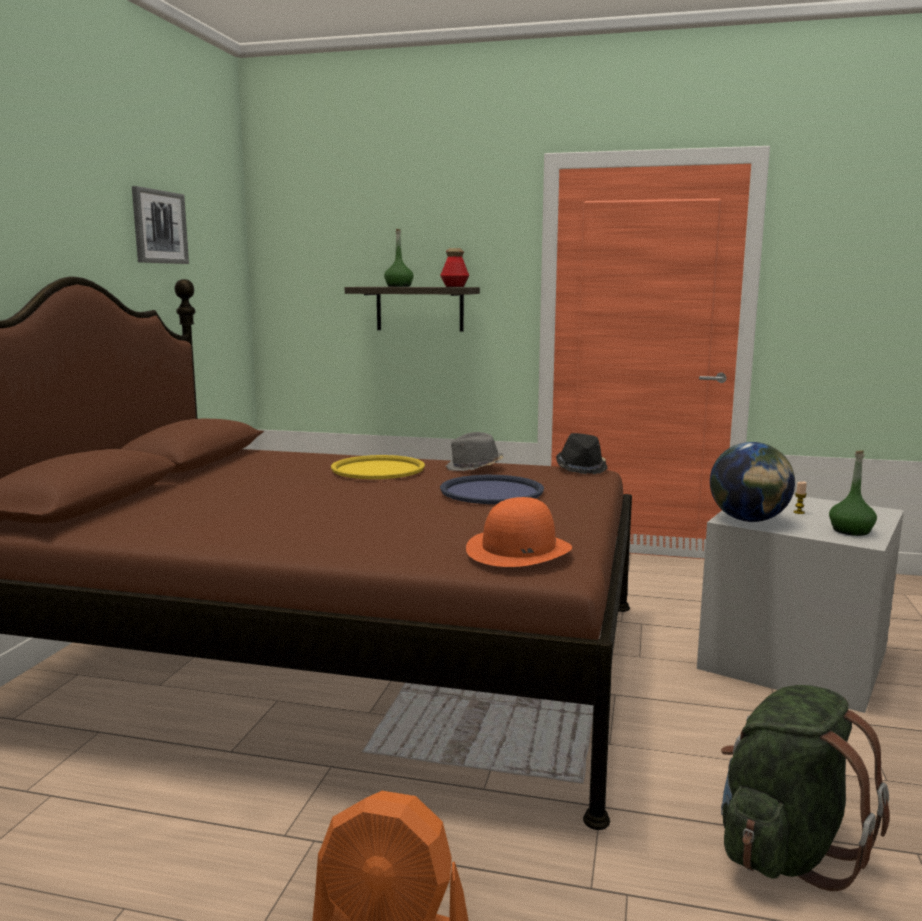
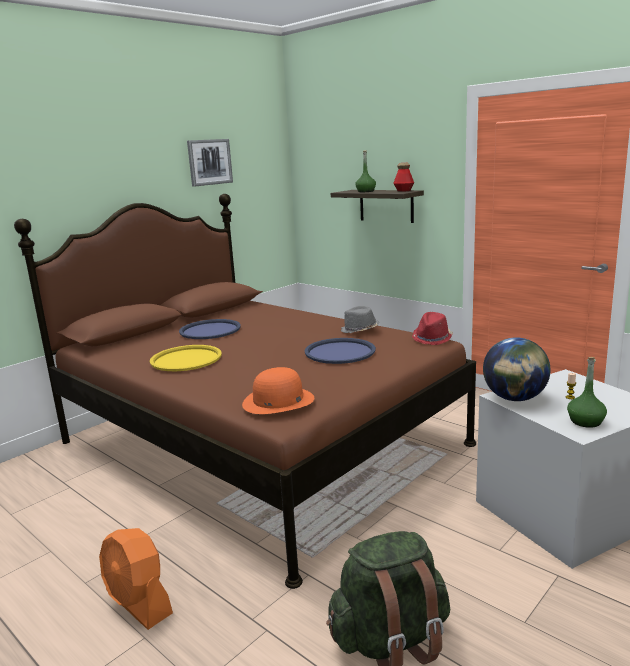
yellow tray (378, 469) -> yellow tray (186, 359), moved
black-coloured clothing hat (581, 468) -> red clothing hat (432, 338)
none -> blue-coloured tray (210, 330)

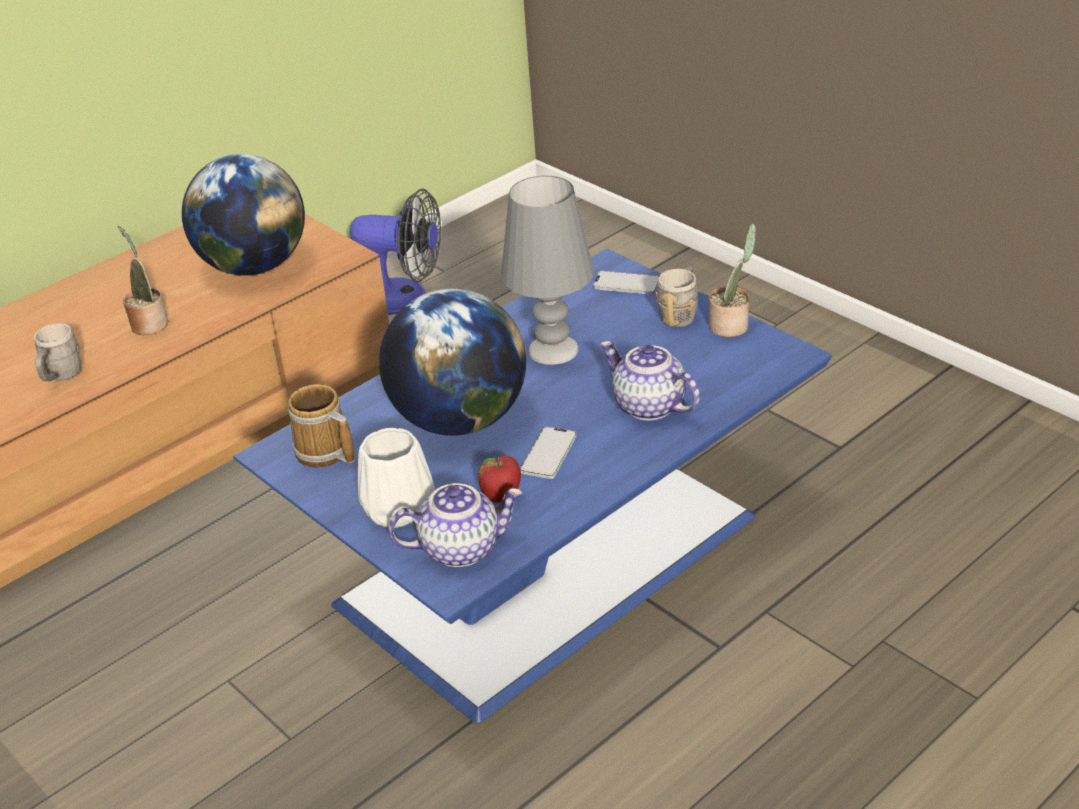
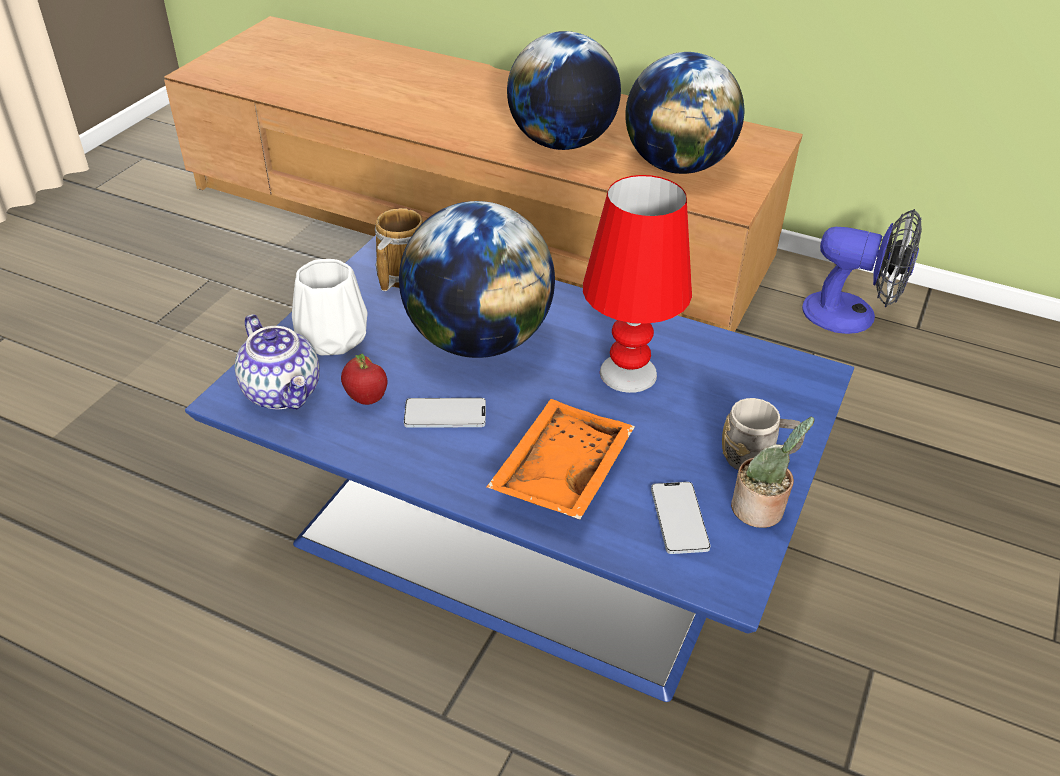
grey tea mug (61, 376) -> none
plant in a pot (149, 323) -> desk globe (562, 143)
fan (404, 297) -> fan (852, 316), 60 degrees counterclockwise
grey lamp for a table (553, 349) -> red lamp for a table (628, 373)
telephone (626, 284) -> telephone (679, 518), moved
pot for tea (648, 406) -> orange tray (560, 471)

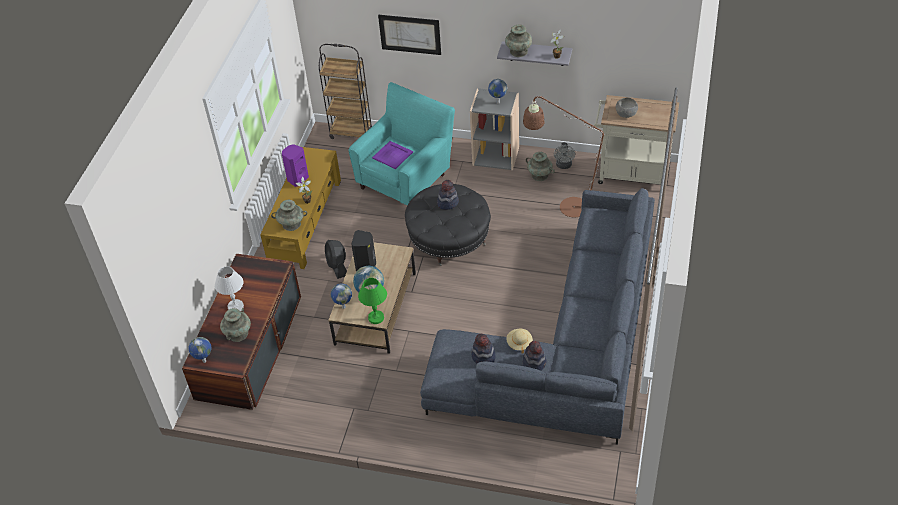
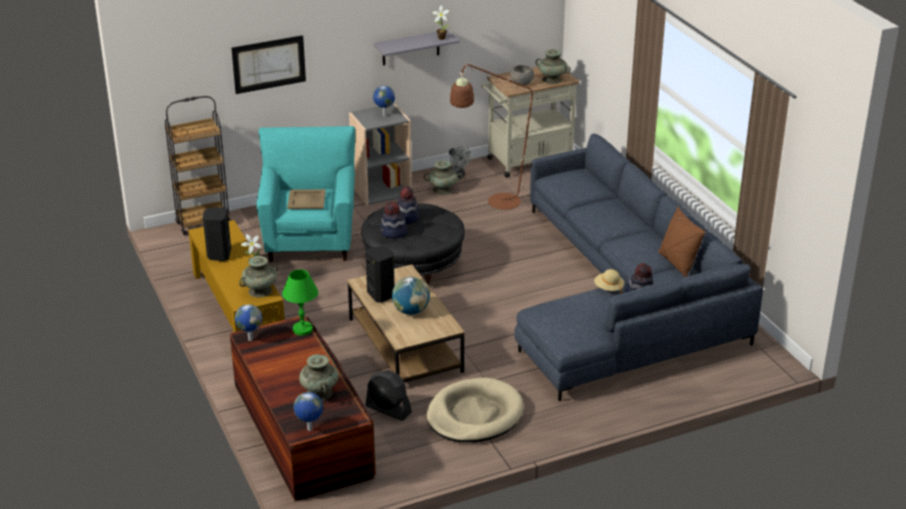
white-coloured lamp for a table (235, 307) -> none
purplish speaker (297, 179) -> black-coloured speaker (219, 255)
black-coloured fan (337, 266) -> black-coloured fan (388, 409), moved
desk globe (343, 307) -> desk globe (250, 339), moved
green-coloured lamp for a table (376, 317) -> green-coloured lamp for a table (302, 329), moved
purplish tray (393, 155) -> beige-coloured tray (307, 199)
clothing hat (483, 357) -> clothing hat (393, 233), moved
blue-green decorative vase (519, 51) -> blue-green decorative vase (552, 80), moved
none -> beige-coloured dog bed (474, 415)
none -> brown throw pillow (677, 263)

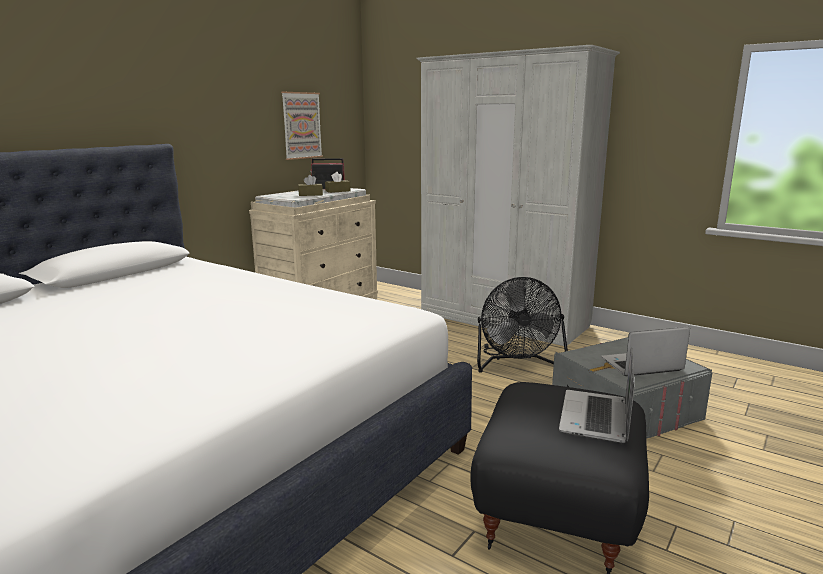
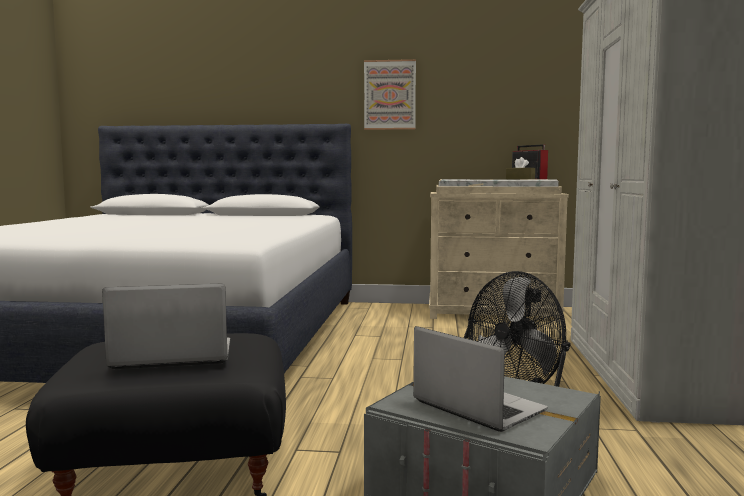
wall picture (301, 125) -> wall picture (389, 95), moved
brown box of tissues (310, 194) -> none

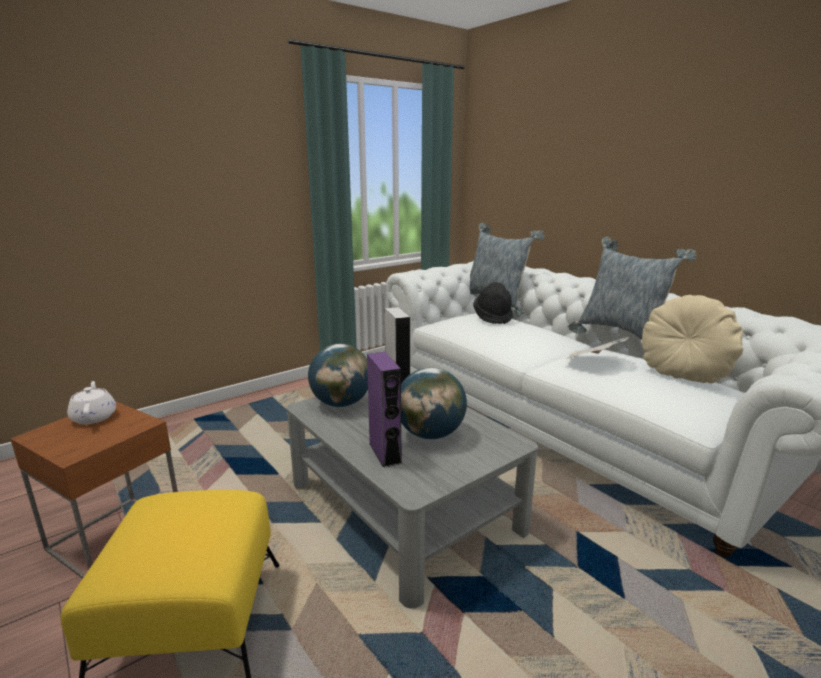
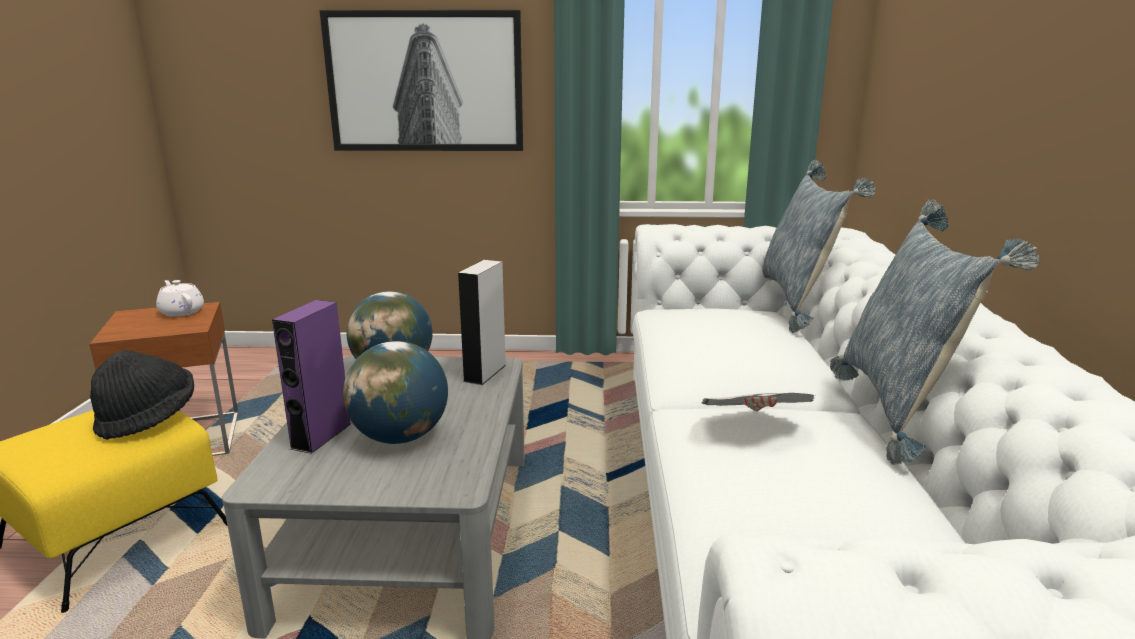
white-coloured pot for tea (94, 417) -> white-coloured pot for tea (181, 312), 60 degrees counterclockwise
black-coloured clothing hat (493, 317) -> black-coloured clothing hat (148, 418), moved
beige-coloured throw pillow (683, 376) -> none
none -> wall picture (425, 82)

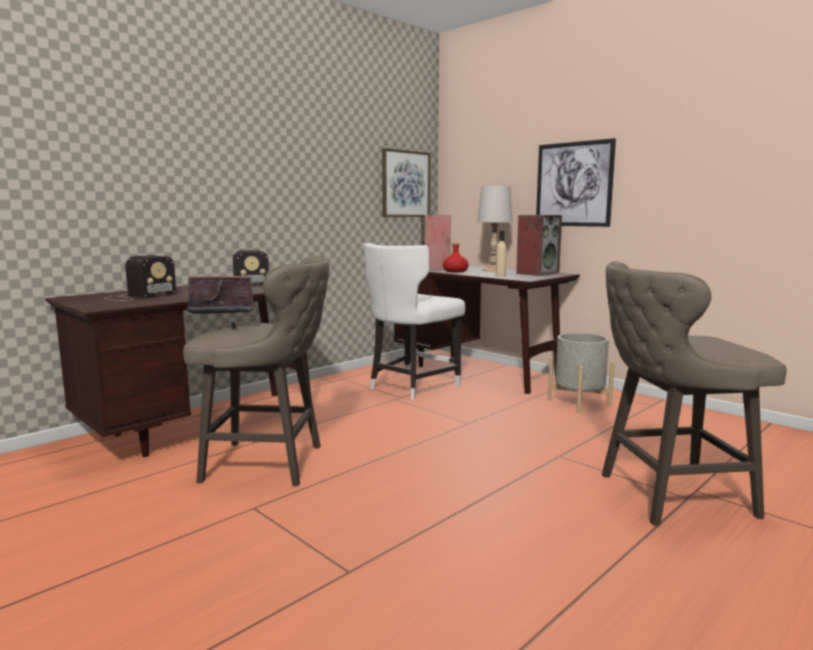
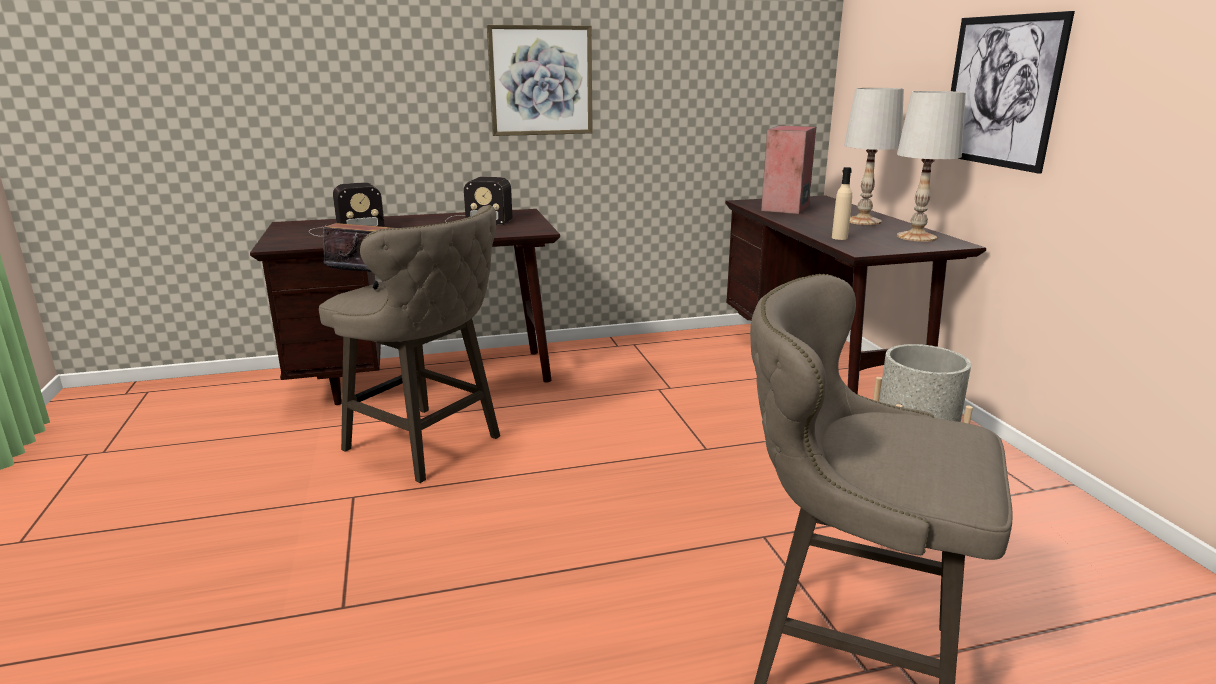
white-coloured upright chair (411, 387) -> none
wall picture (405, 184) -> wall picture (541, 81), moved
red beverage bottle (455, 271) -> none
speaker (537, 273) -> white-coloured lamp for a table (916, 237)

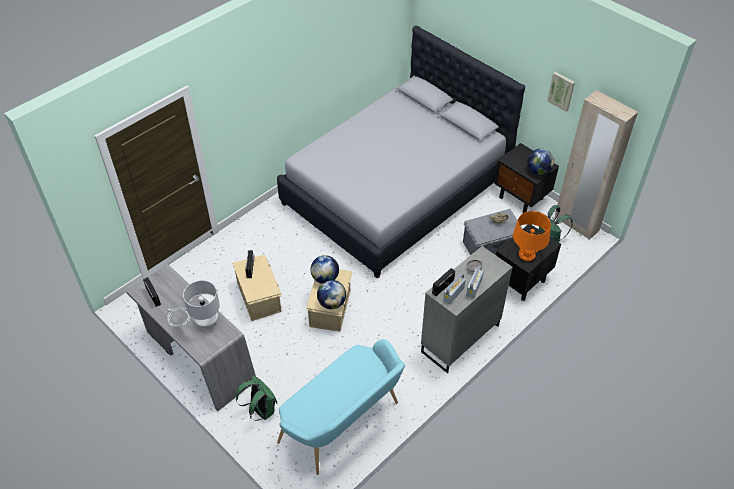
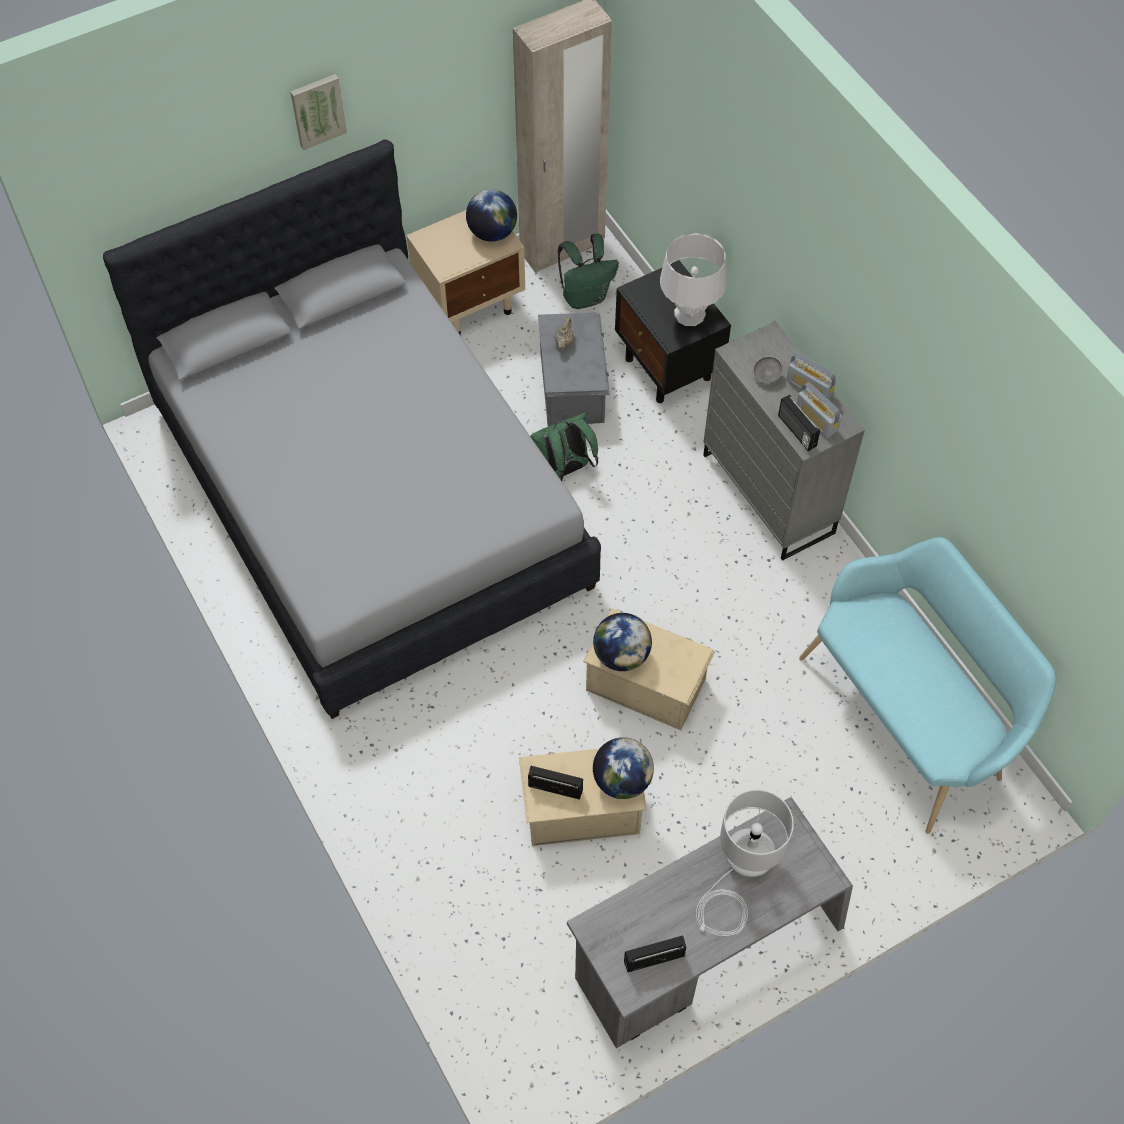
green-coloured knapsack (260, 410) -> green-coloured knapsack (564, 469), moved
desk globe (332, 303) -> desk globe (622, 780), moved
black-coloured bedside table (521, 198) -> beige-coloured bedside table (470, 304)
orange lamp for a table (526, 254) -> white-coloured lamp for a table (689, 314)
wall picture (561, 91) -> wall picture (317, 110), moved

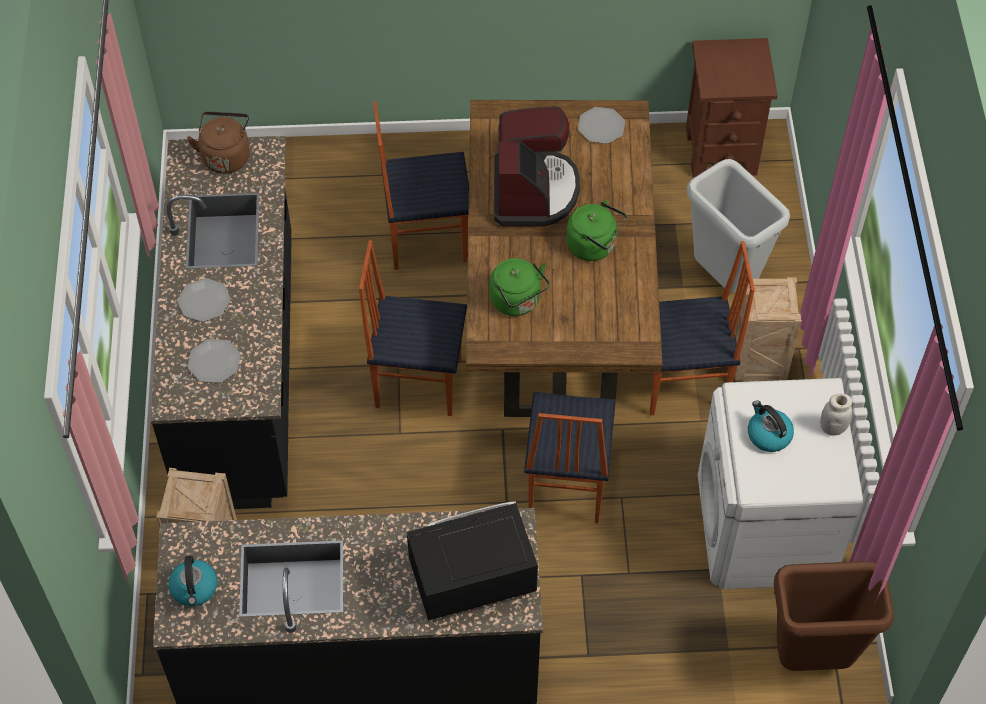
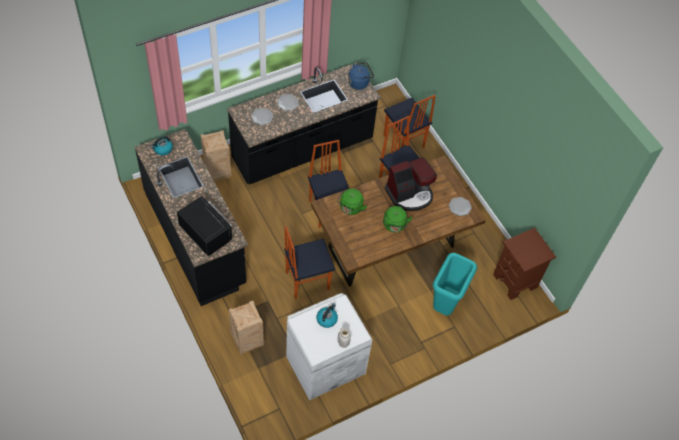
brown kettle (226, 155) -> blue-coloured kettle (359, 82)
upright chair (684, 385) -> upright chair (403, 142), moved
grey rubbish bin (723, 278) -> blue-green rubbish bin (444, 305)
shipping crate (756, 363) -> shipping crate (247, 340), moved
brown rubbish bin (812, 657) -> none

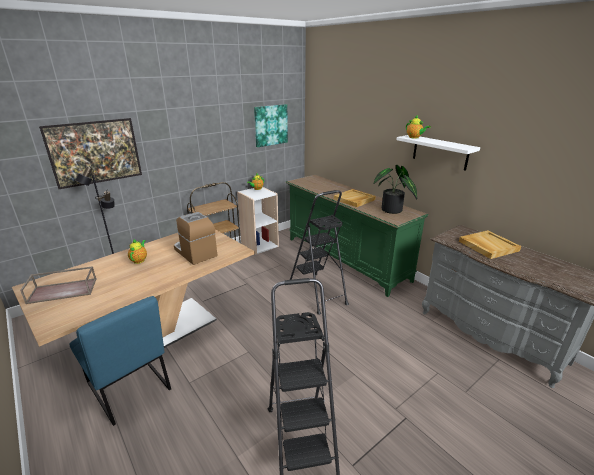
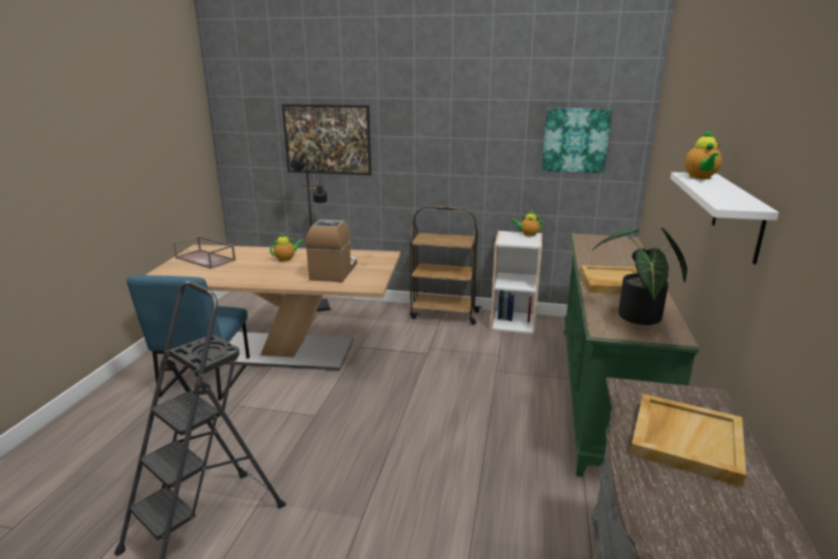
stepladder (317, 292) -> none

